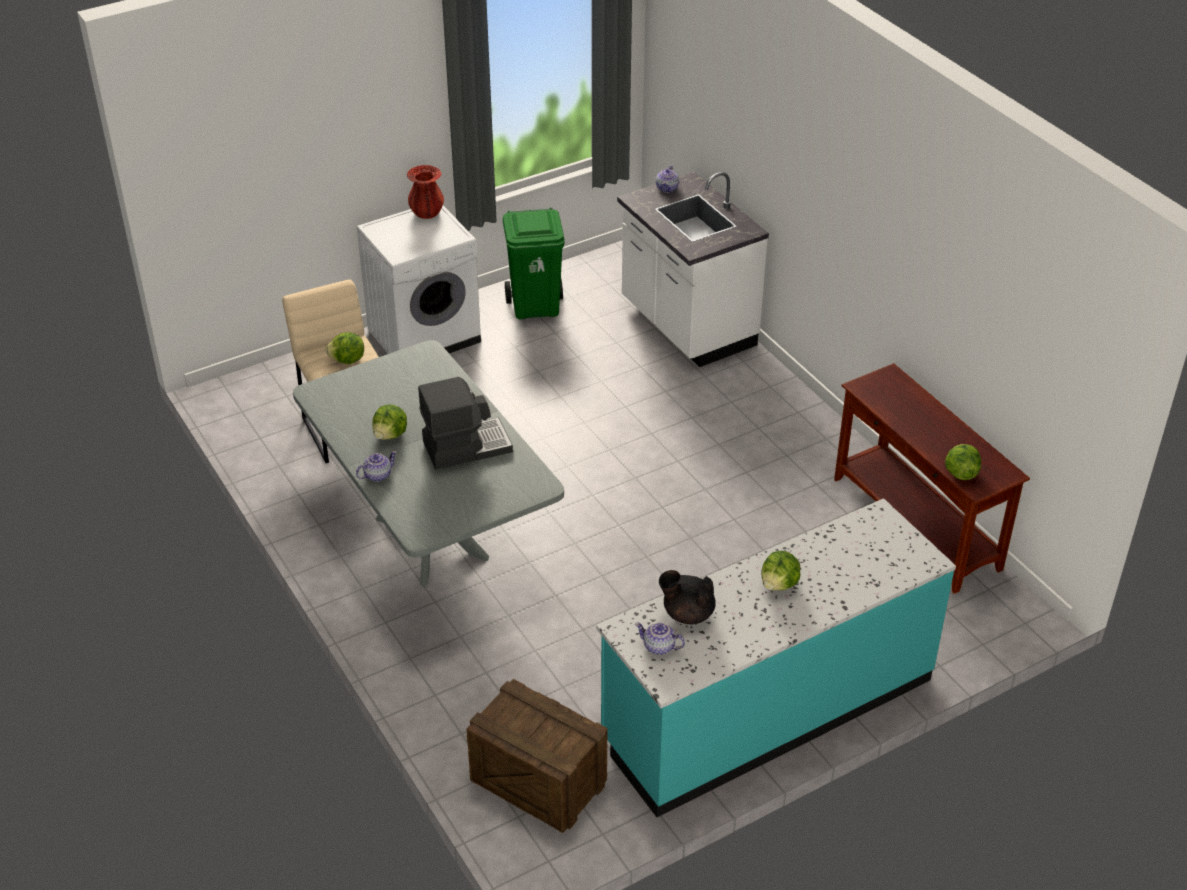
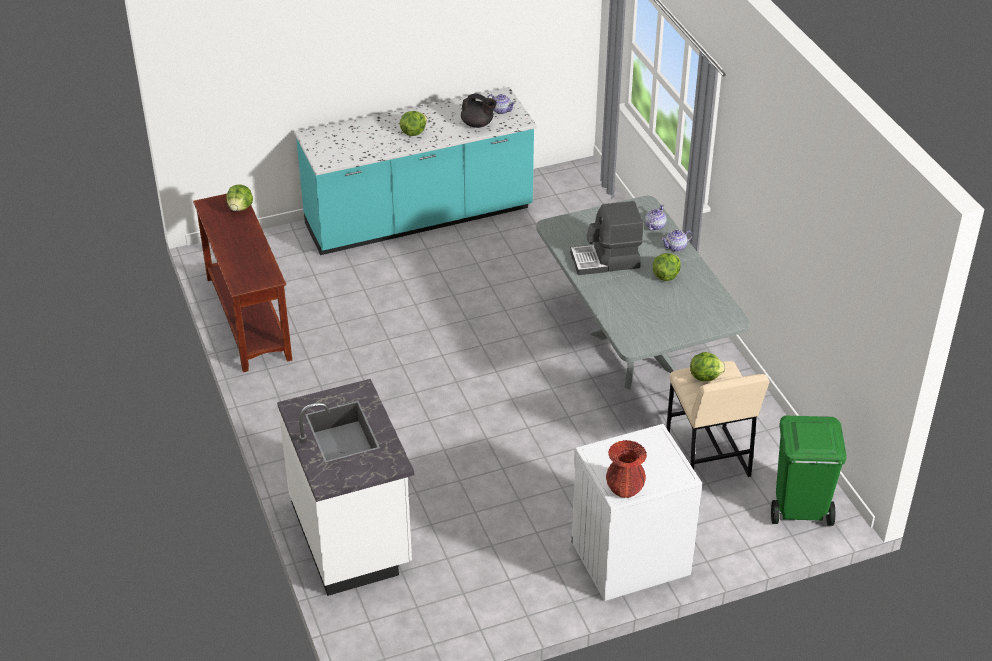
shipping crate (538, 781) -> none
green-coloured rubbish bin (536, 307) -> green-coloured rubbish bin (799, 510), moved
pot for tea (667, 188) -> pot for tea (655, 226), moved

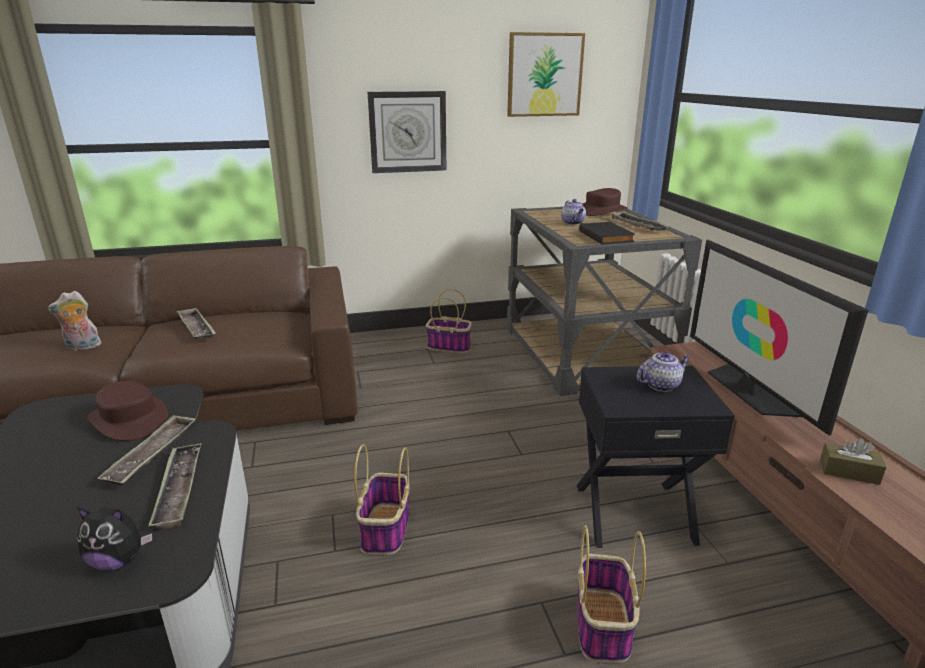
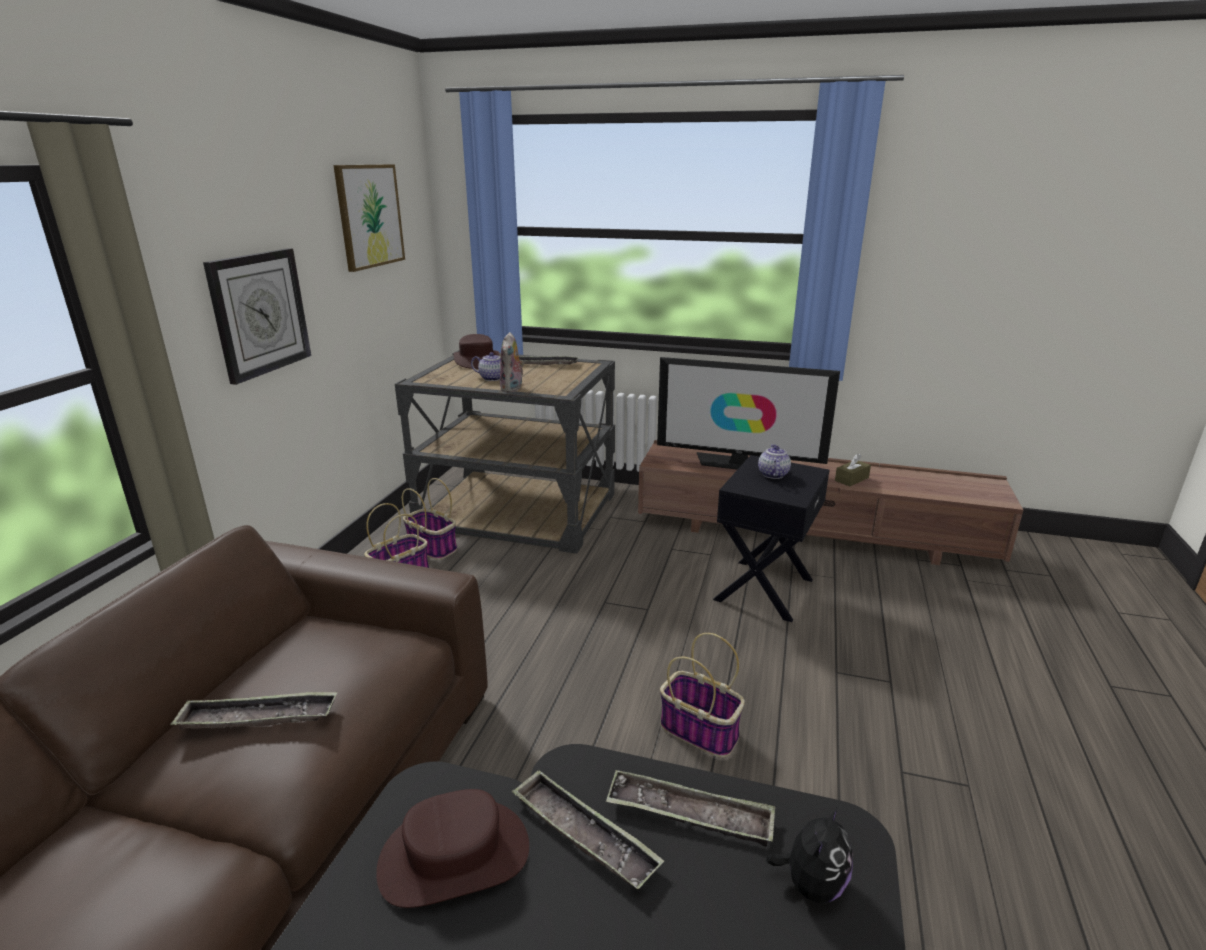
plush toy (82, 348) -> plush toy (512, 389), moved
basket (603, 626) -> basket (433, 547), moved
black-coloured book (607, 236) -> none

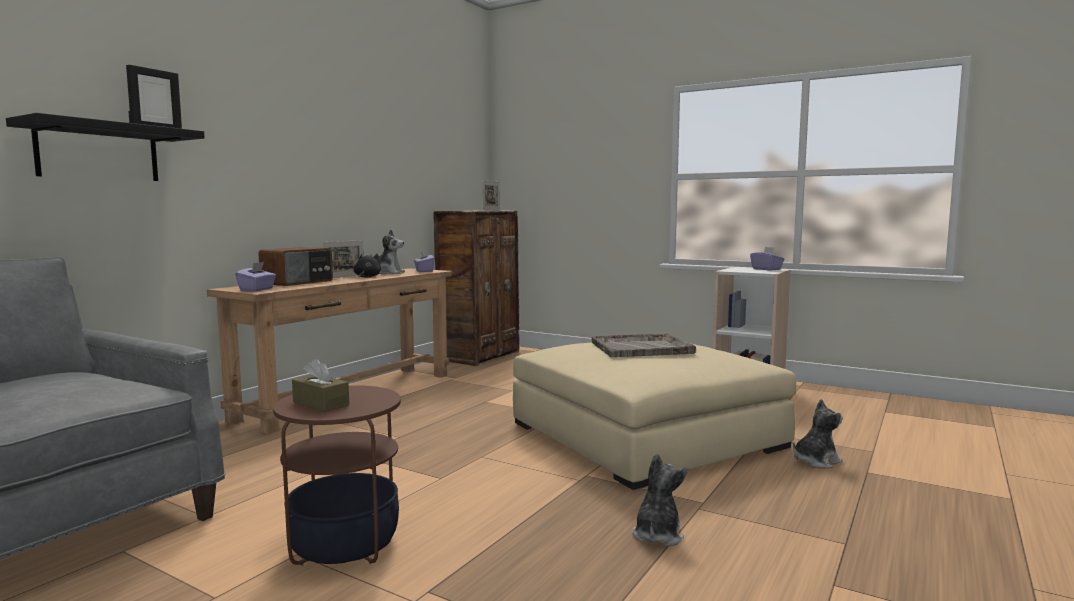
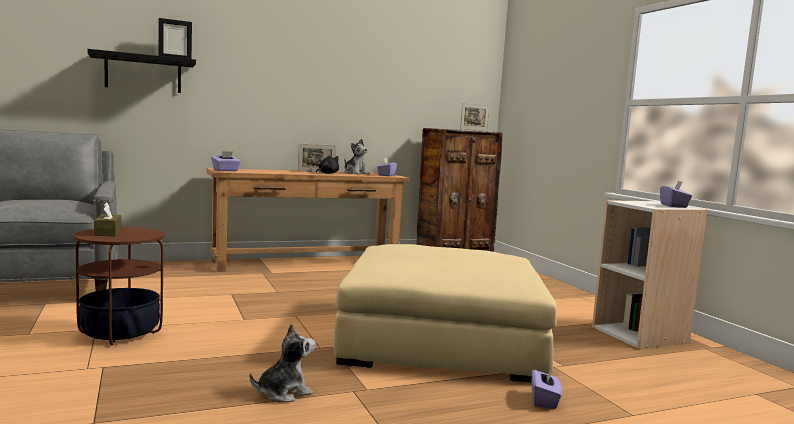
radio (298, 282) -> none
grey tray (642, 348) -> none
plush toy (815, 461) -> purplish box of tissues (544, 400)

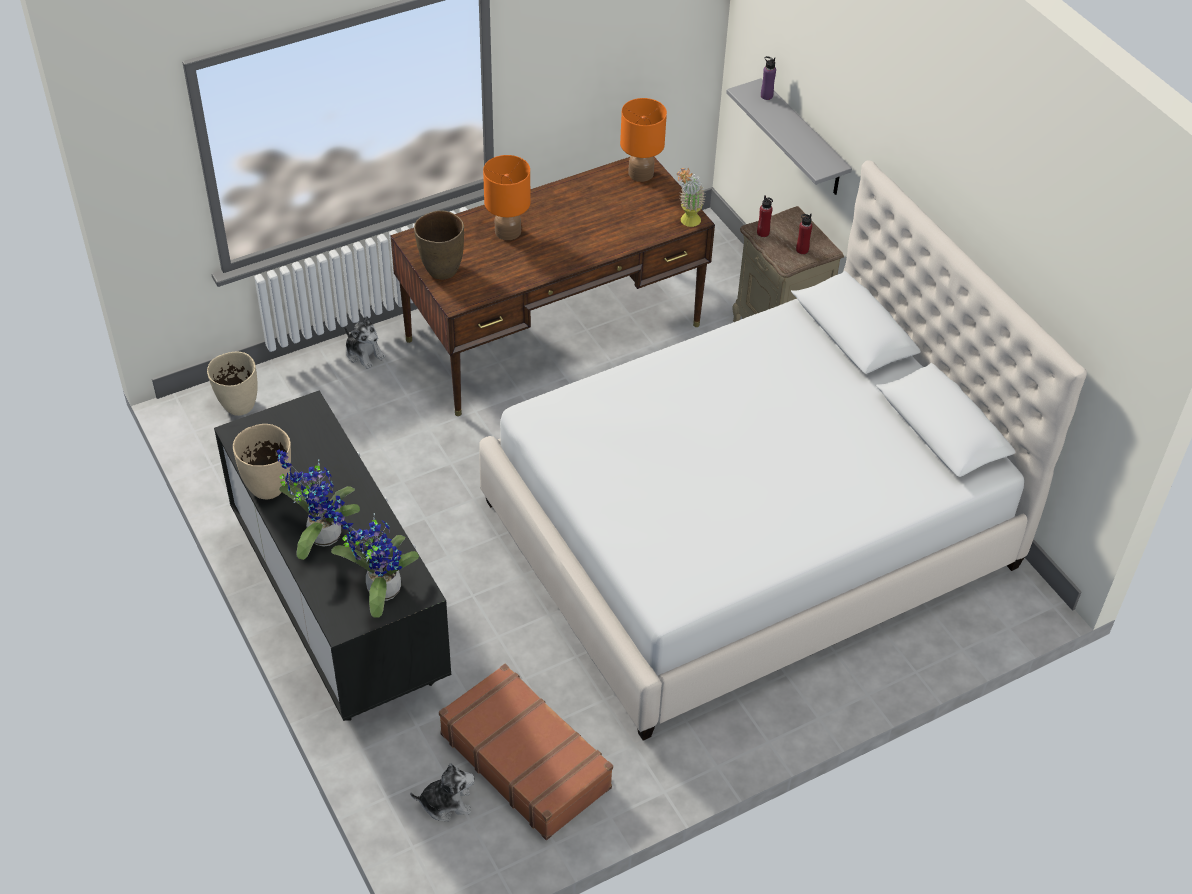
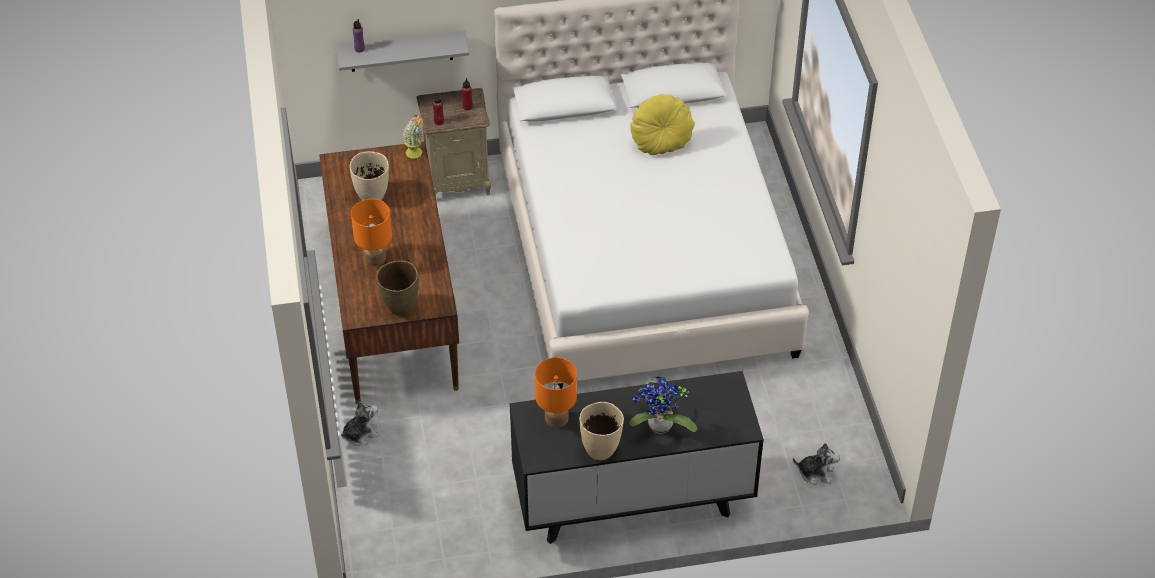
beige-coloured decorative vase (239, 406) -> beige-coloured decorative vase (372, 196), moved
plant in a pot (379, 589) -> none
plush toy (446, 803) -> plush toy (816, 473), 90 degrees clockwise
brown travel case (526, 760) -> none
orange lamp for a table (640, 174) -> orange lamp for a table (556, 419), moved
none -> yellow throw pillow (661, 145)

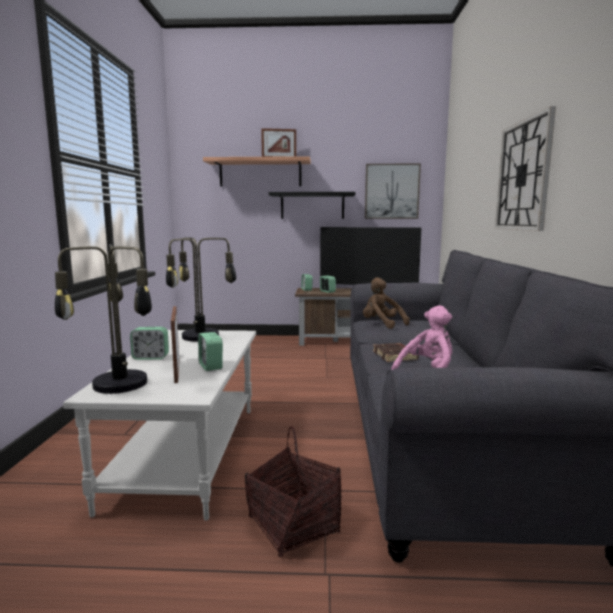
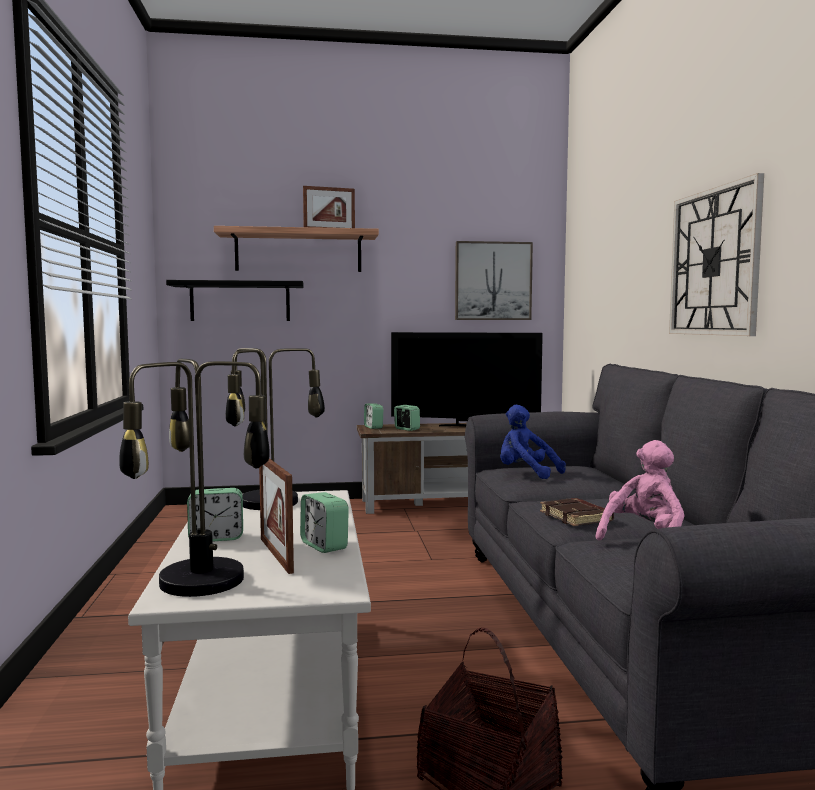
black-coloured wall shelf (312, 206) -> black-coloured wall shelf (240, 301), moved
brown plush toy (381, 324) -> blue-coloured plush toy (525, 473)

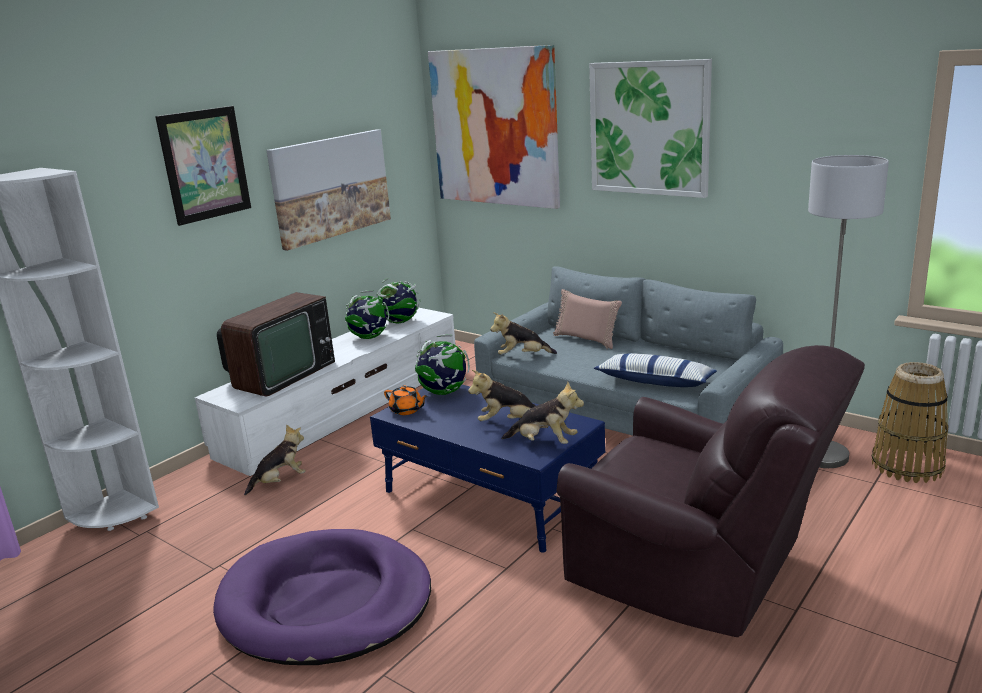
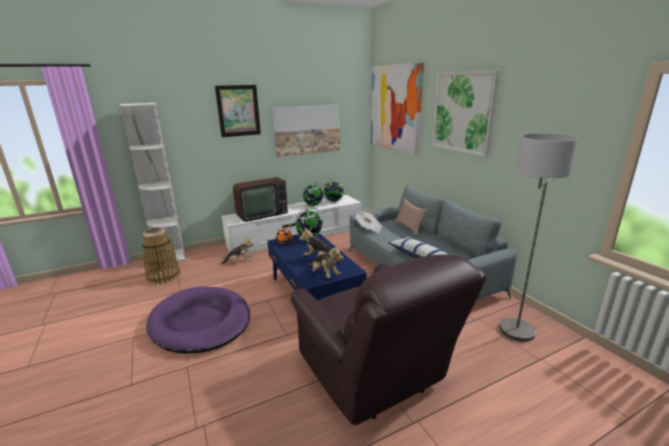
plush toy (522, 356) -> daily paper (369, 229)
basket (906, 466) -> basket (163, 276), moved

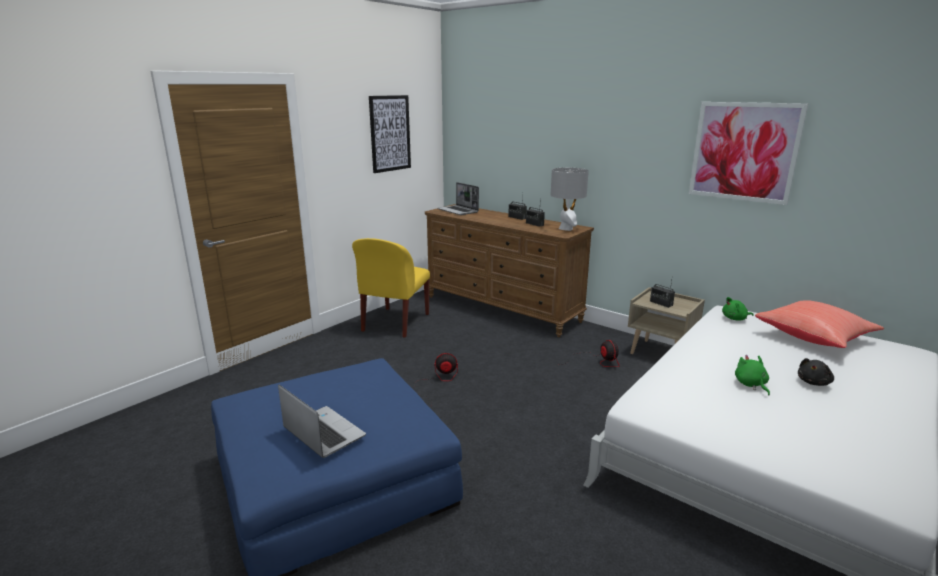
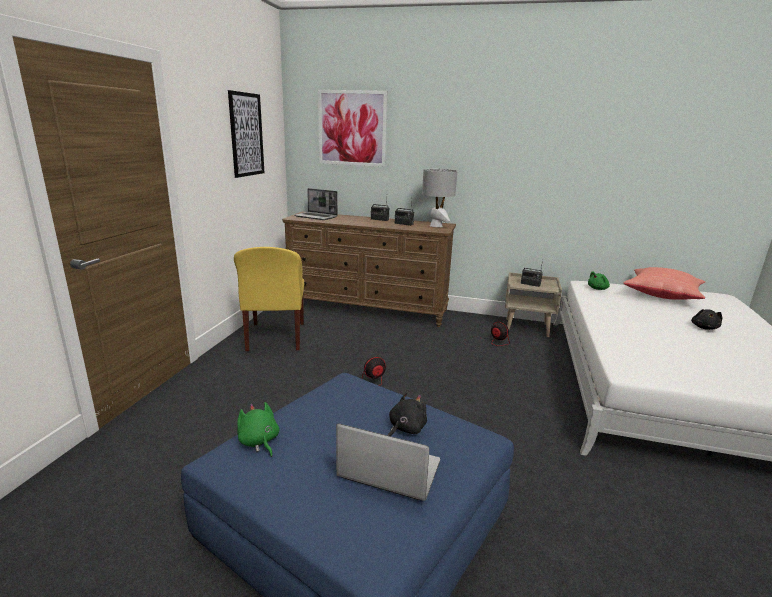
wall picture (744, 152) -> wall picture (352, 128), moved
green-coloured plush toy (751, 384) -> green-coloured plush toy (259, 442), moved
none -> black-coloured plush toy (405, 429)

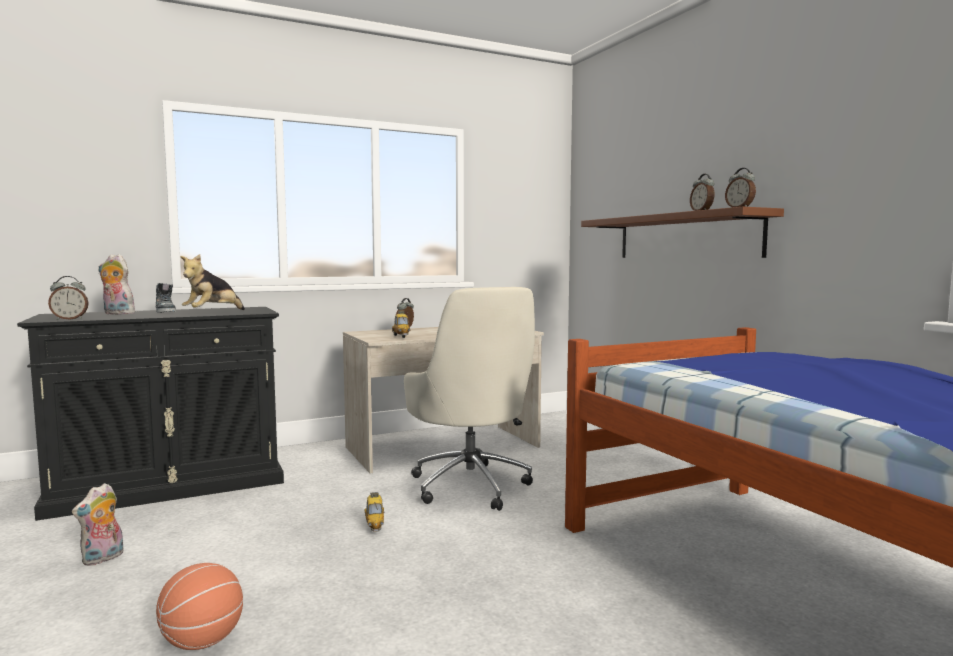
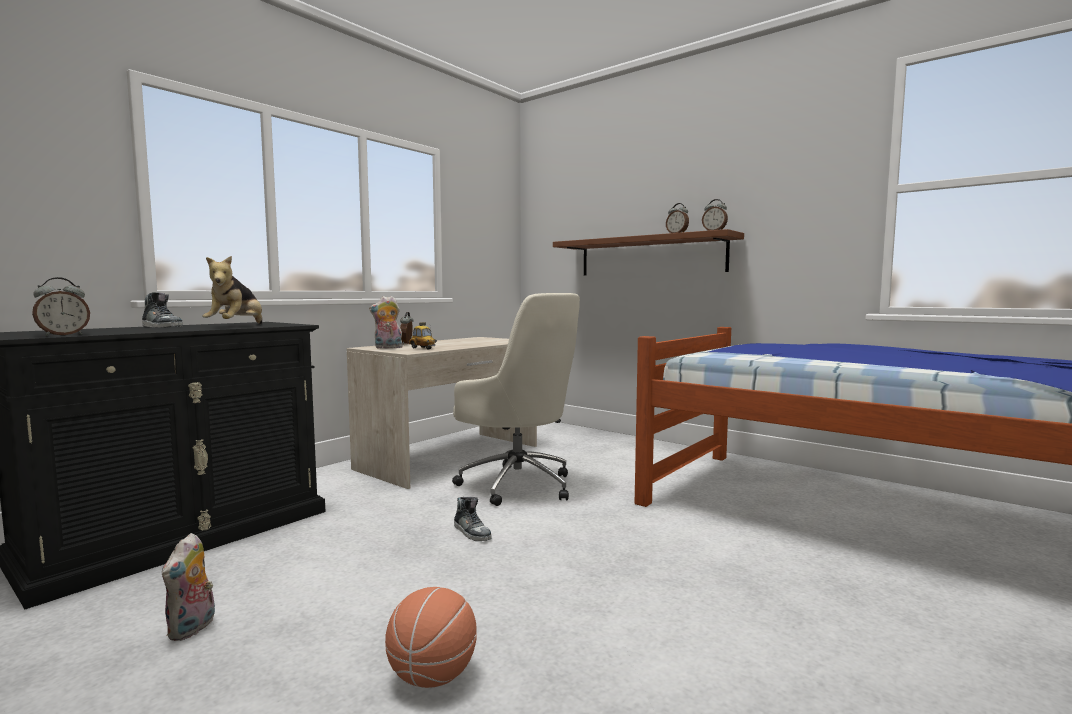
plush toy (116, 314) -> plush toy (387, 348), moved
model car (375, 525) -> low shoe (472, 532)

